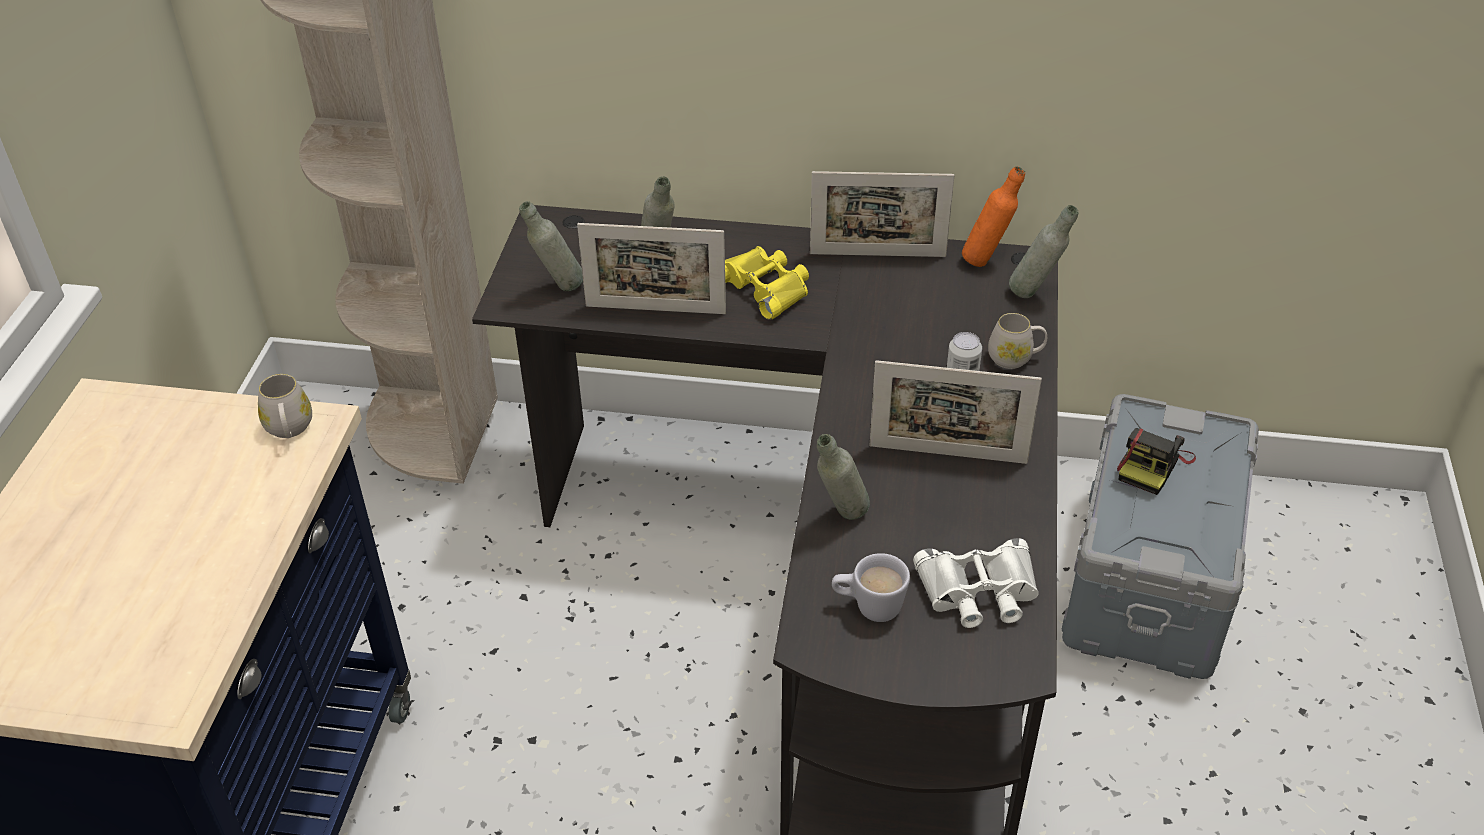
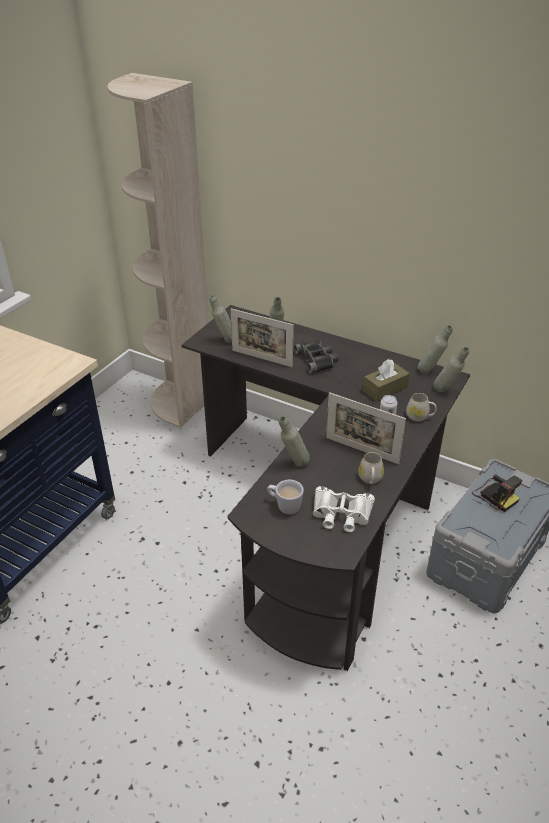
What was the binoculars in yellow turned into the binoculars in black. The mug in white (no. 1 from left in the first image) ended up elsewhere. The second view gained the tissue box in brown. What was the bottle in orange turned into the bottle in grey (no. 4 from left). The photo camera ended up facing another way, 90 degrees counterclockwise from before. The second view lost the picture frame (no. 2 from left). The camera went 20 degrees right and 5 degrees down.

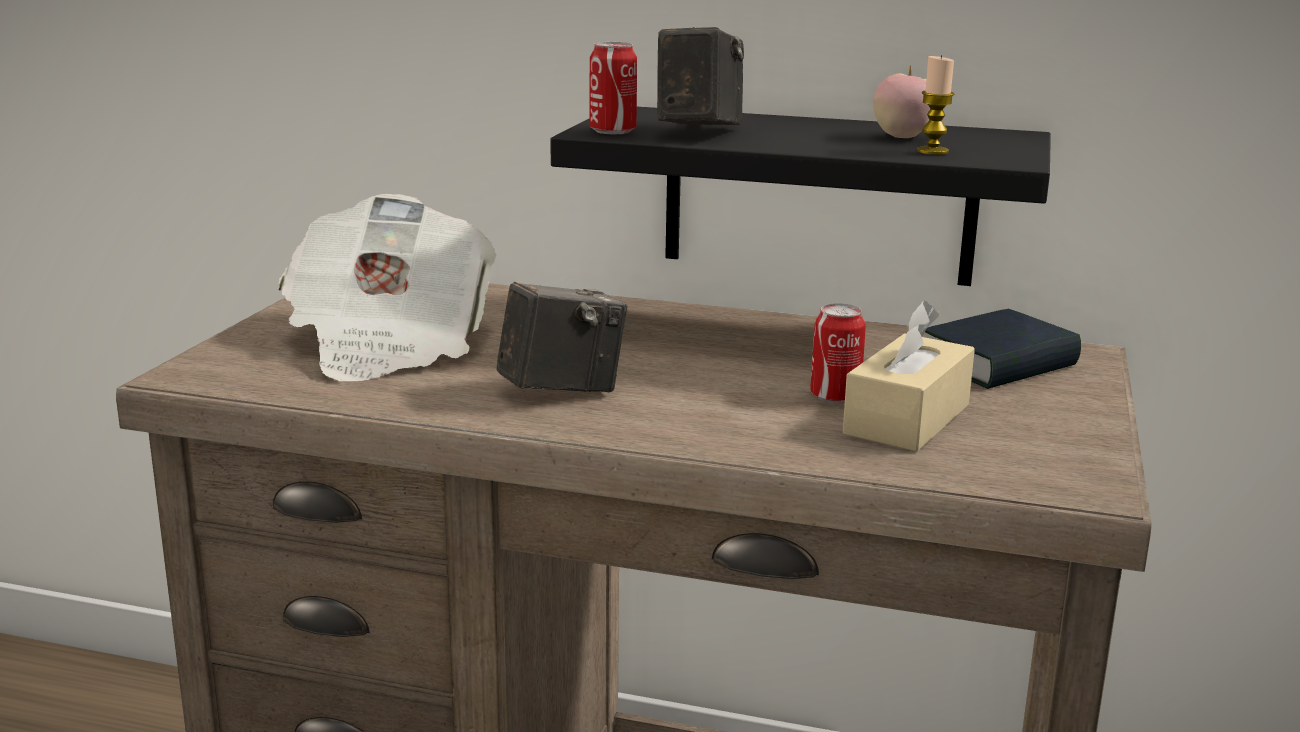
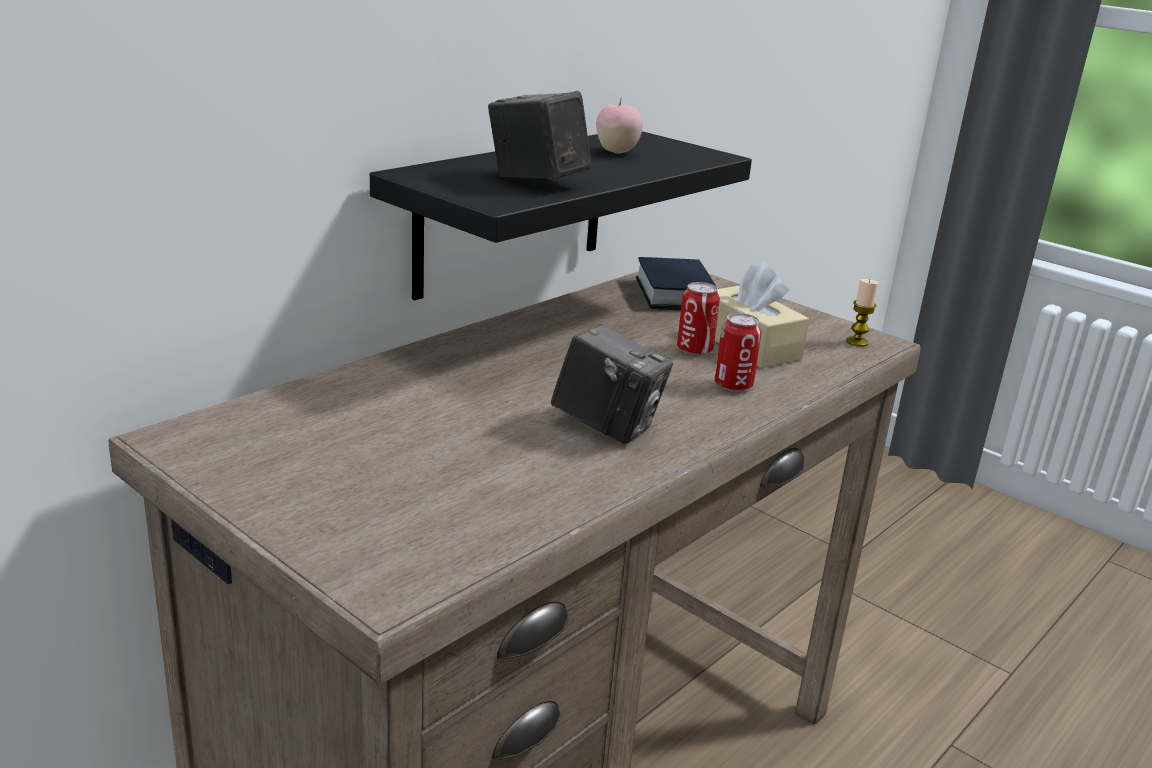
The photo camera (no. 1 from left in the first image) ended up facing another way, 120 degrees clockwise from before. The can (no. 1 from left in the first image) ended up elsewhere. The candle ended up elsewhere. The second view lost the newspaper. The camera went 65 degrees left and 5 degrees up.

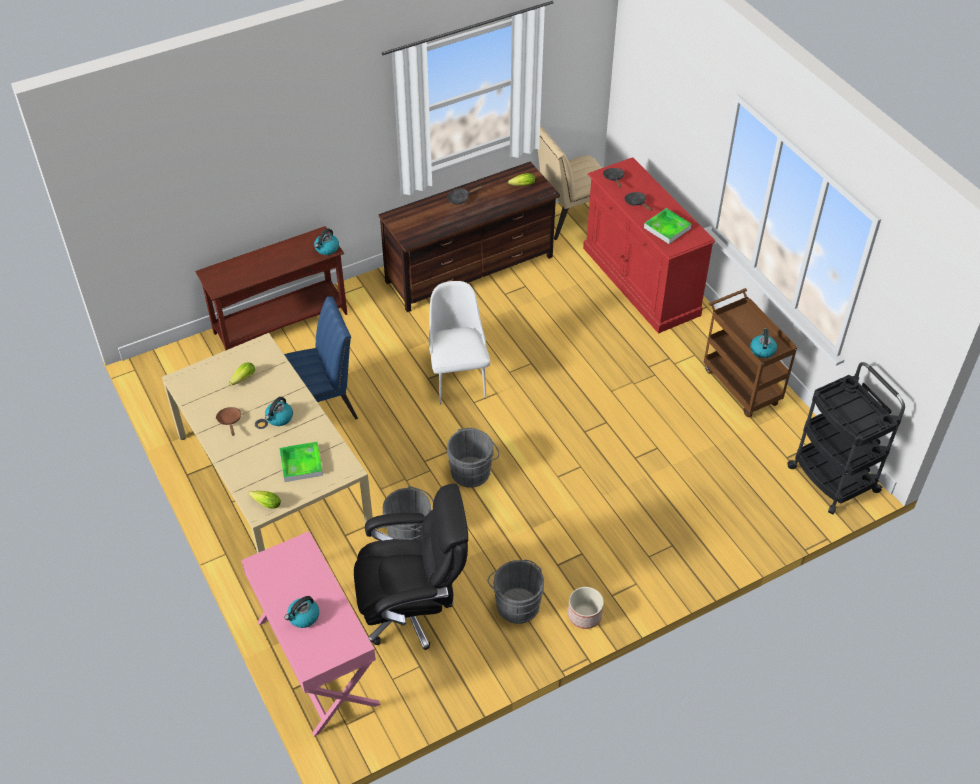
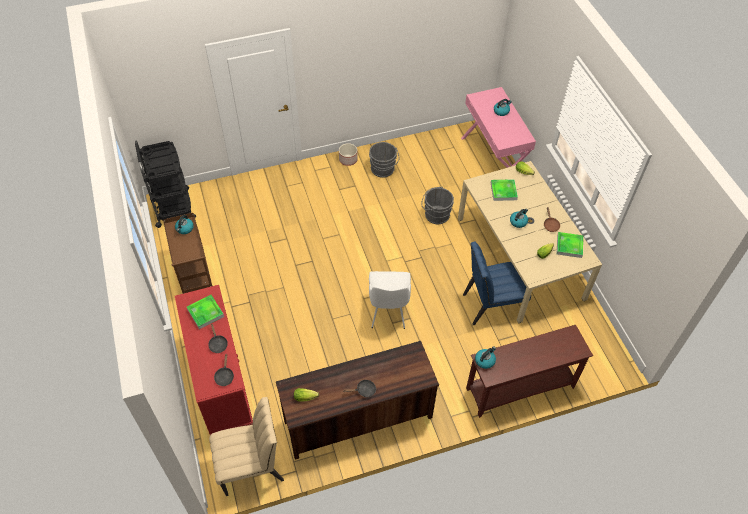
The second view gained the tray (no. 3 from left). The second view lost the office chair in black. The second view lost the bucket in grey (no. 2 from left). The camera went 170 degrees left and 5 degrees up.

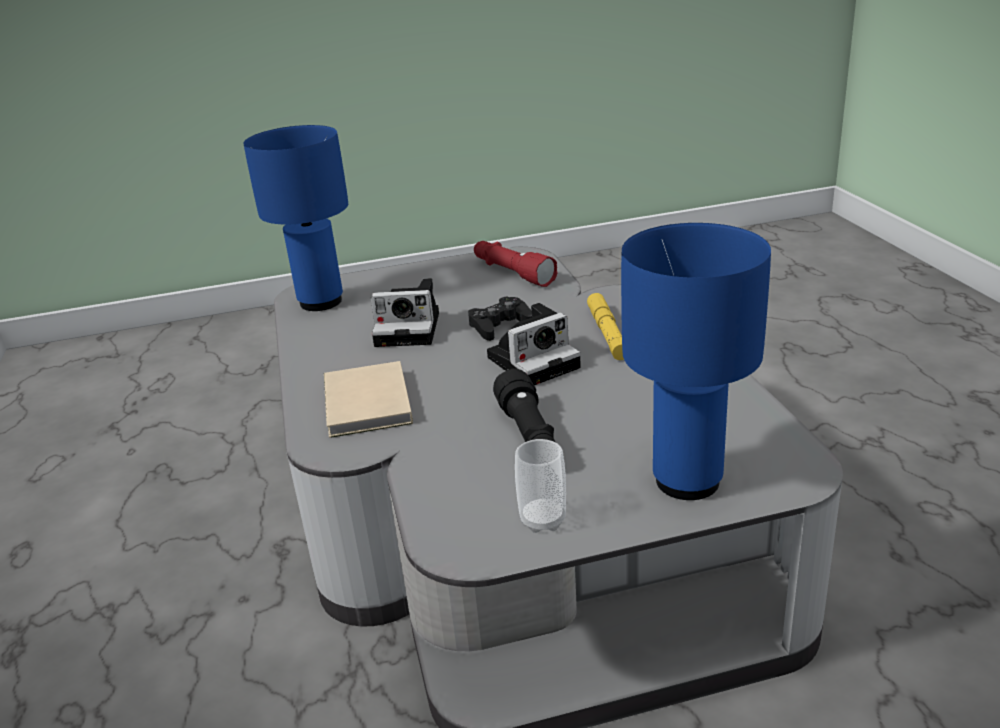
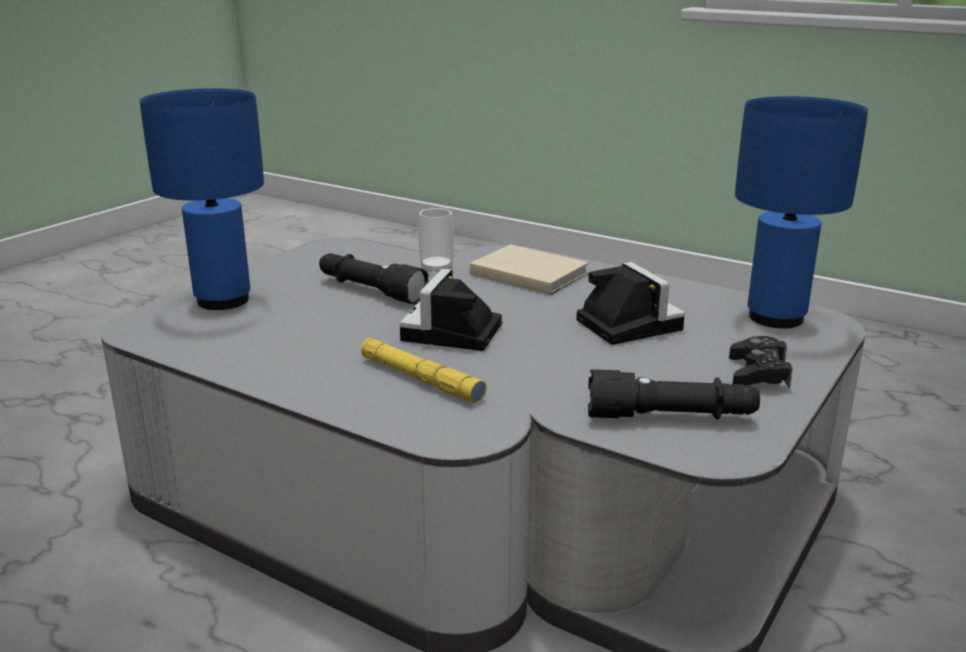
The cup ended up elsewhere. The photo camera (no. 1 from left in the first image) ended up facing another way, 105 degrees clockwise from before. What was the flashlight in red turned into the flashlight in black (no. 2 from left). The game controller in black ended up elsewhere. The camera went 135 degrees right and 5 degrees down.

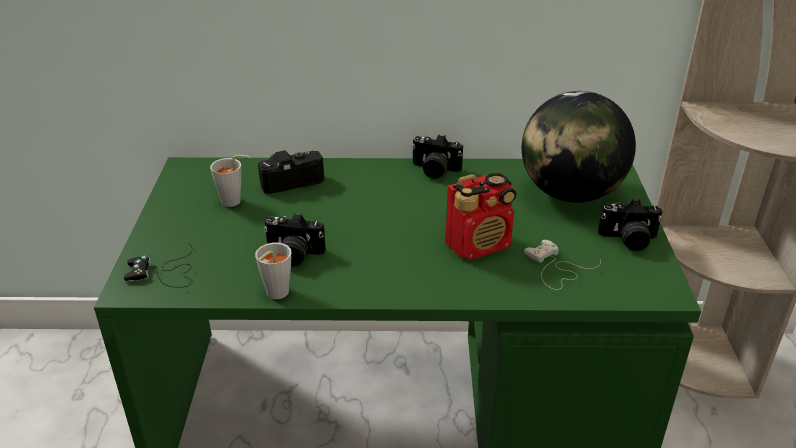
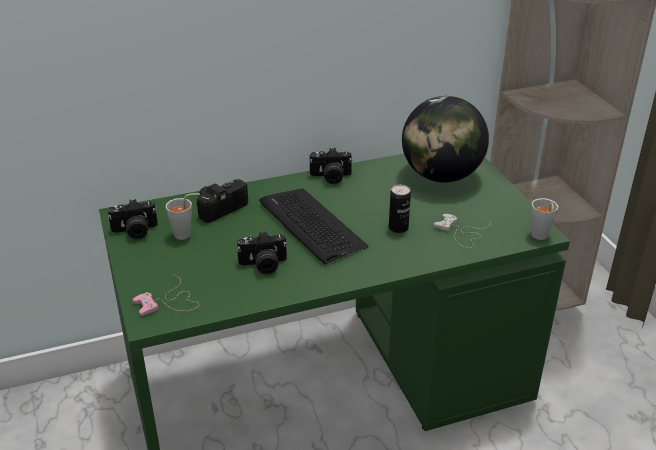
The photo camera (no. 4 from left in the first image) ended up elsewhere. What was the game controller in black turned into the game controller in pink. The second view gained the keyboard. Where the radio stood, the can came to stand. The cup in grey (no. 2 from left) ended up elsewhere. The camera went 20 degrees left and 0 degrees up.

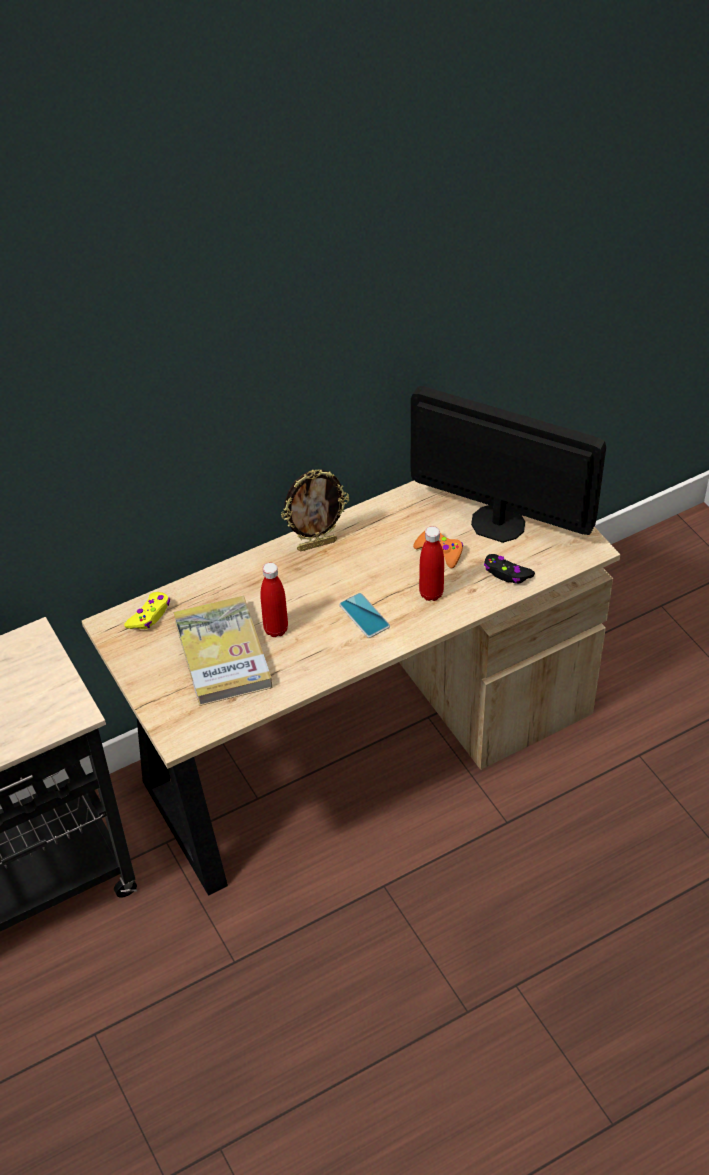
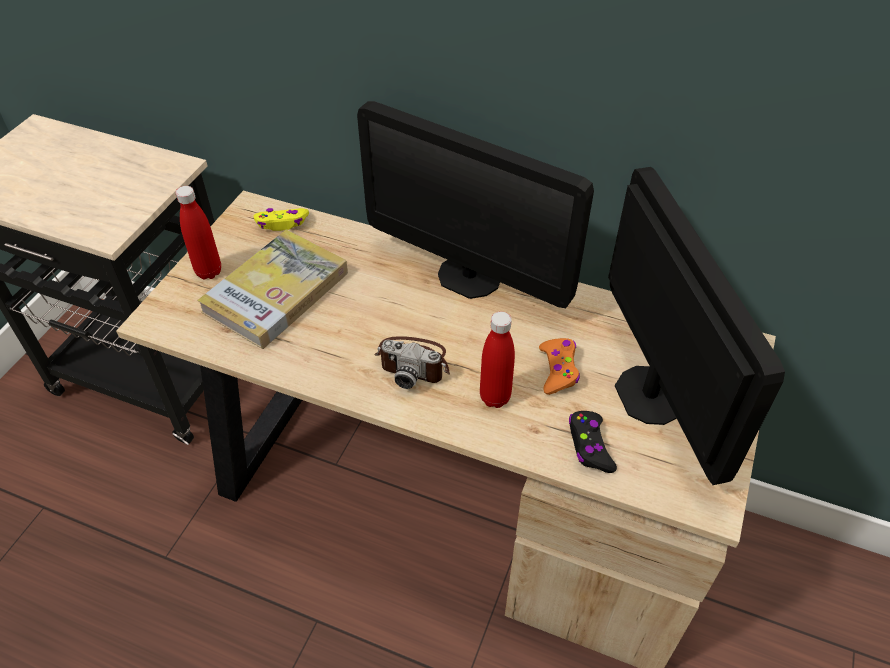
The bottle in red (no. 1 from left) ended up elsewhere. Where the picture frame stood, the monitor (no. 1 from left) came to stand. Where the phone stood, the photo camera came to stand. The camera went 50 degrees right and 0 degrees up.

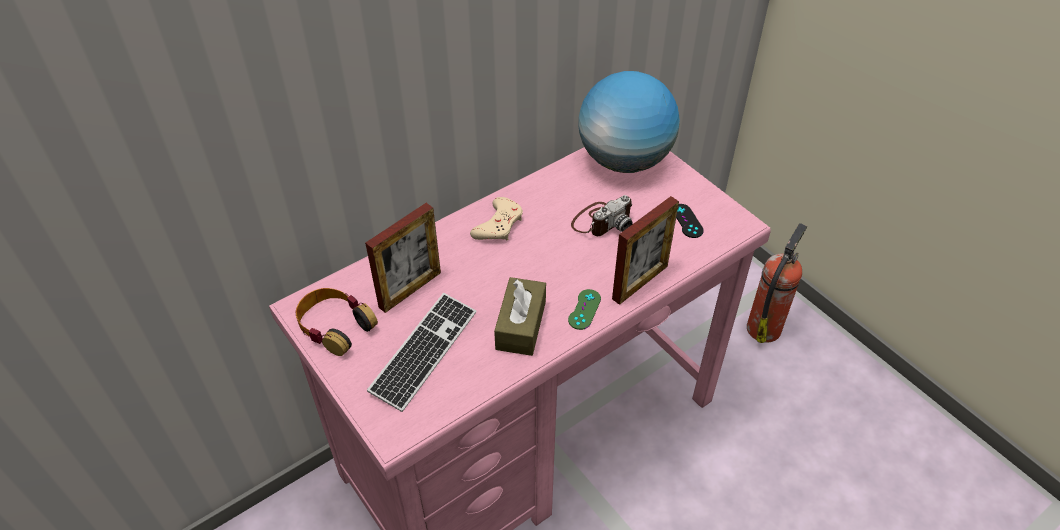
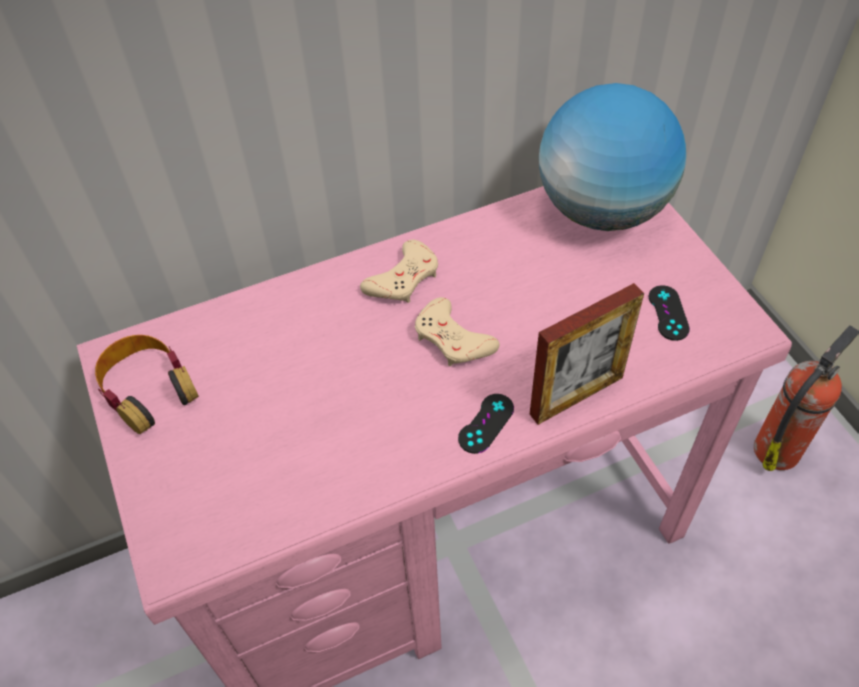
The second view gained the game controller in beige (no. 2 from left). What was the game controller in green turned into the game controller in black (no. 1 from left). The second view lost the picture frame (no. 1 from left). The second view lost the keyboard. The second view lost the tissue box in brown. The second view lost the photo camera. The camera went 15 degrees right and 5 degrees up.

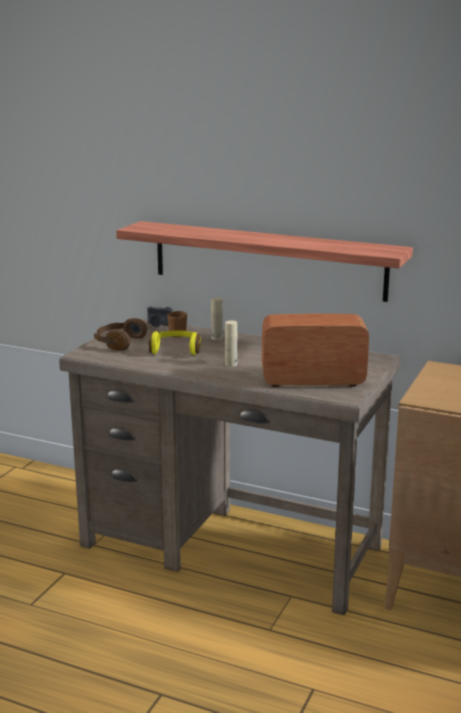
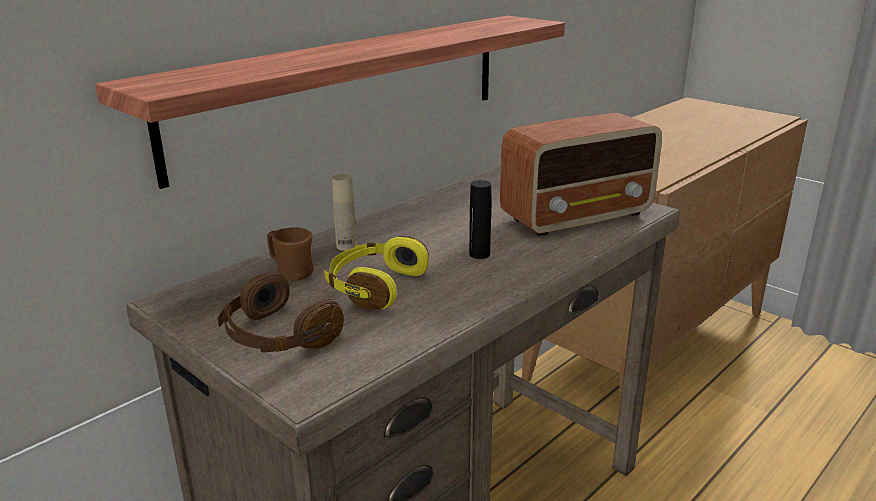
What was the bottle in beige (no. 2 from left) turned into the bottle in black. The radio ended up facing another way, 135 degrees counterclockwise from before. The second view lost the photo camera. The camera went 70 degrees left and 5 degrees up.

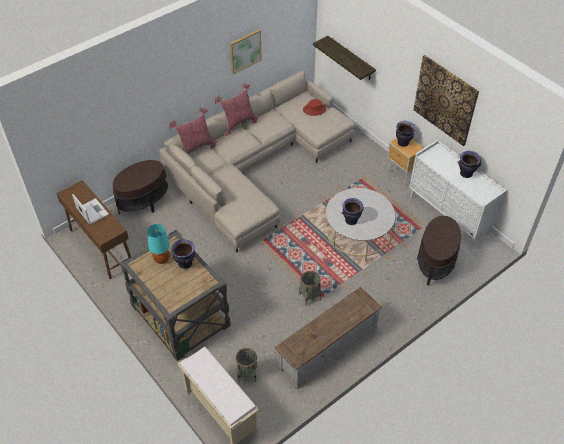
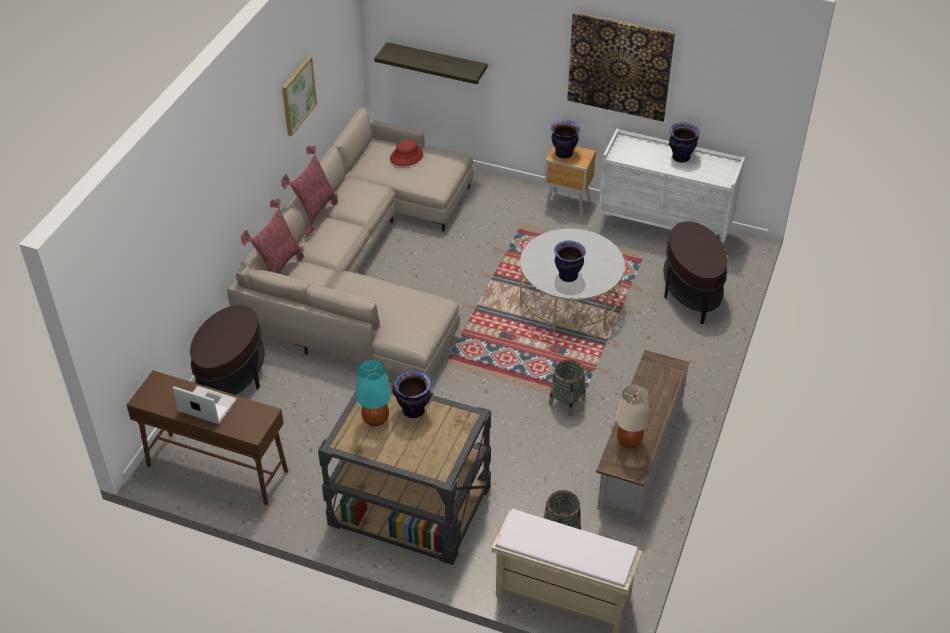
The second view gained the table lamp in beige. The camera went 30 degrees left and 5 degrees down.

